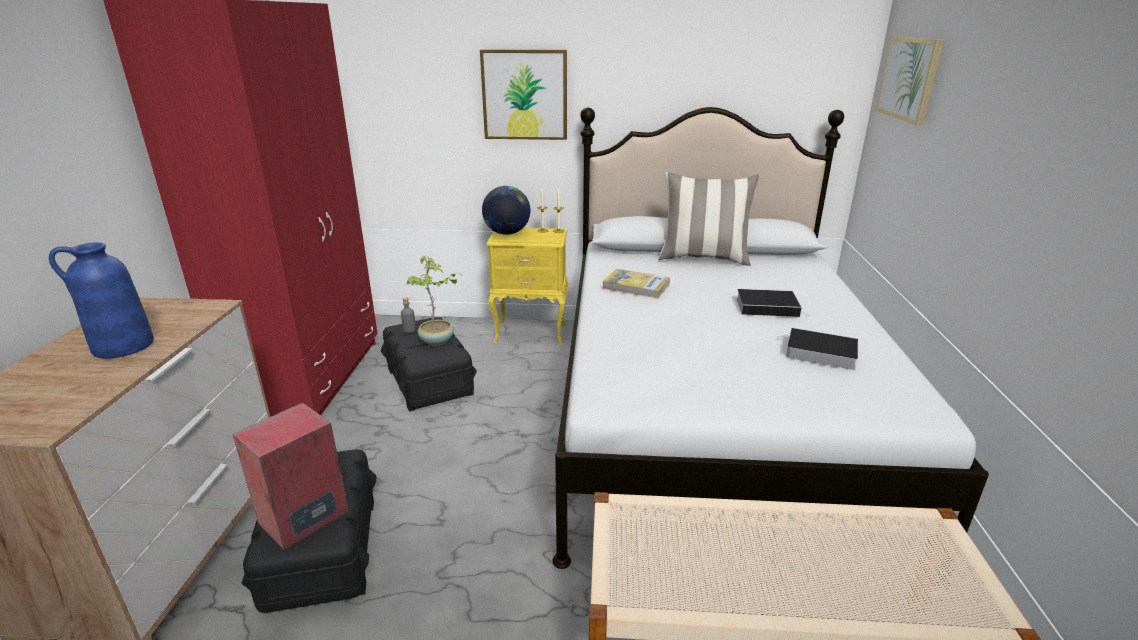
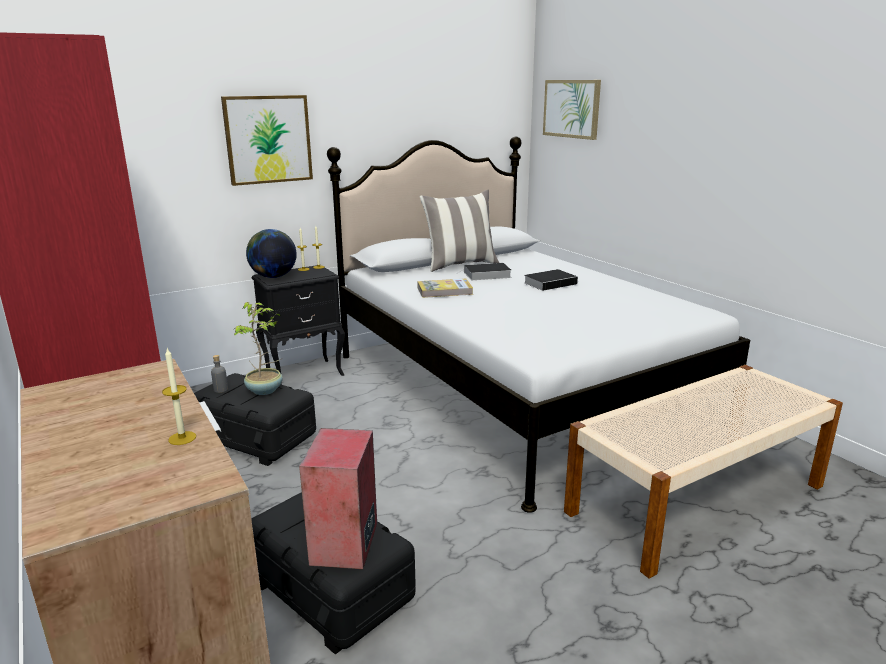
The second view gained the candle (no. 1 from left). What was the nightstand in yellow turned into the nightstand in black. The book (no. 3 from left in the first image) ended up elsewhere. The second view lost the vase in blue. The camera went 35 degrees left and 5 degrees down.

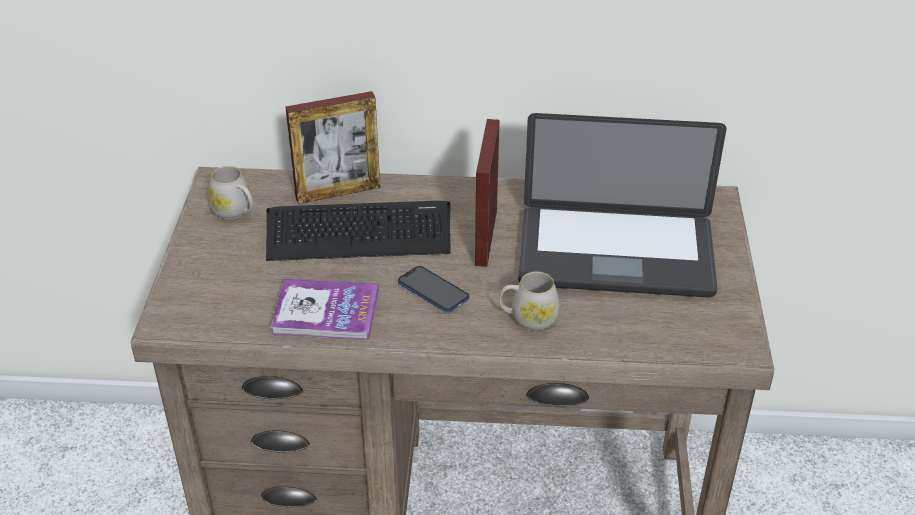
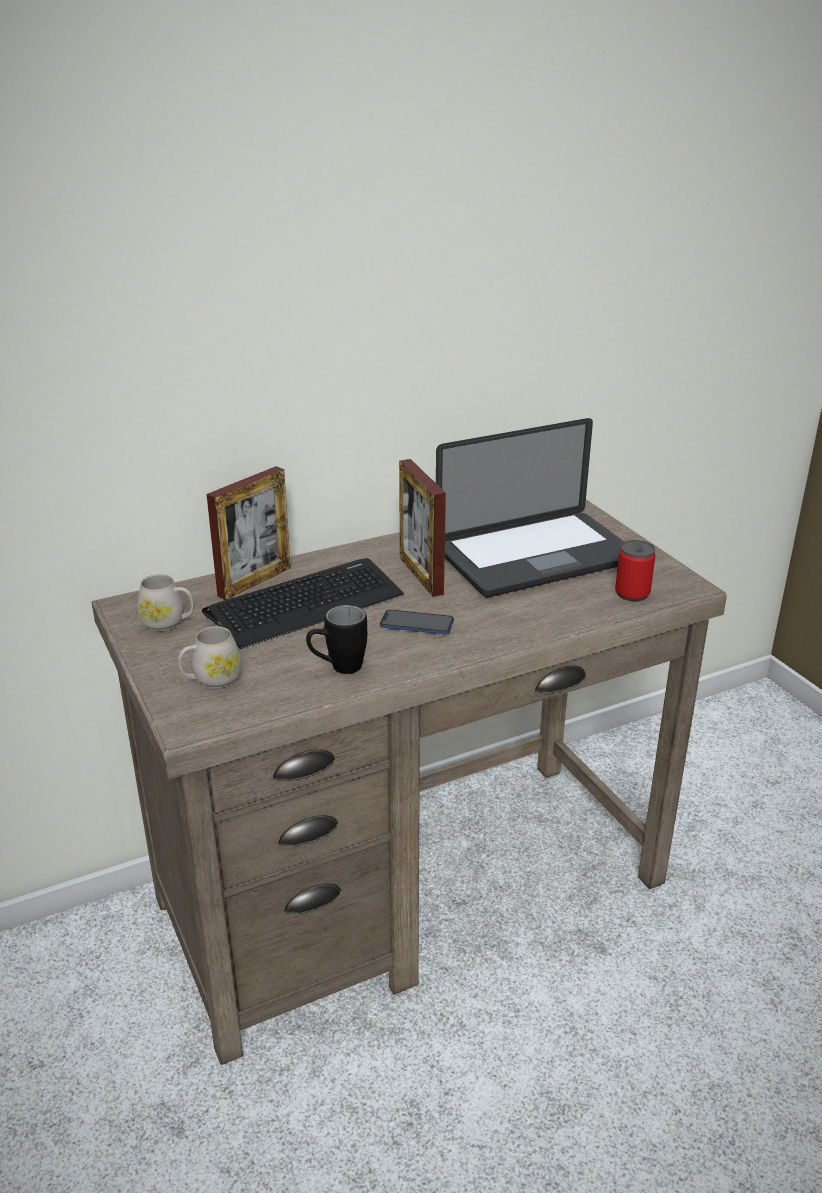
The mug in white (no. 2 from left) ended up elsewhere. Where the book stood, the mug in black came to stand. The second view gained the can. The camera went 30 degrees left and 10 degrees down.

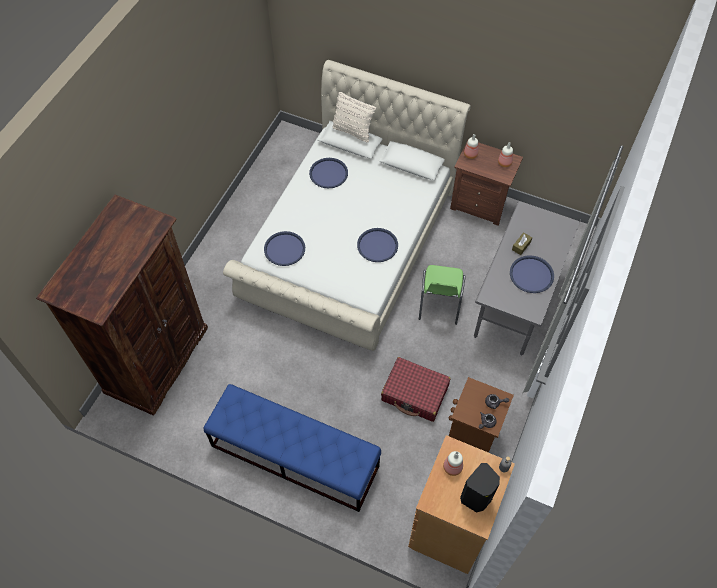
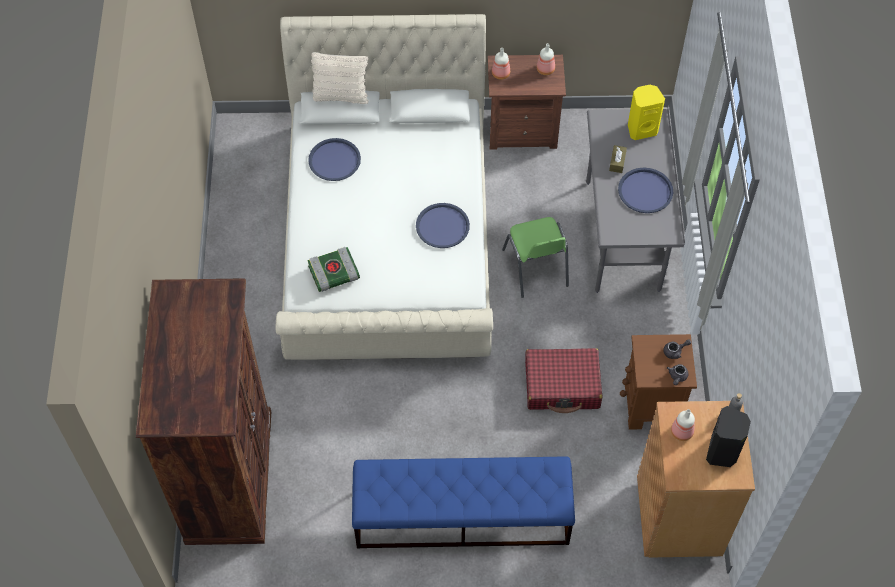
Where the tray in blue (no. 1 from left) stood, the book came to stand. The second view gained the speaker in yellow. The camera went 25 degrees left and 0 degrees up.

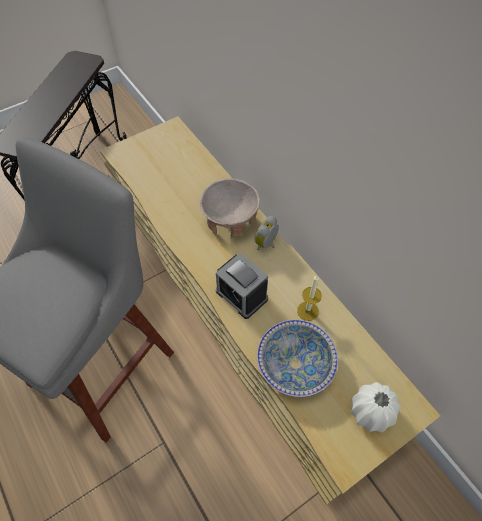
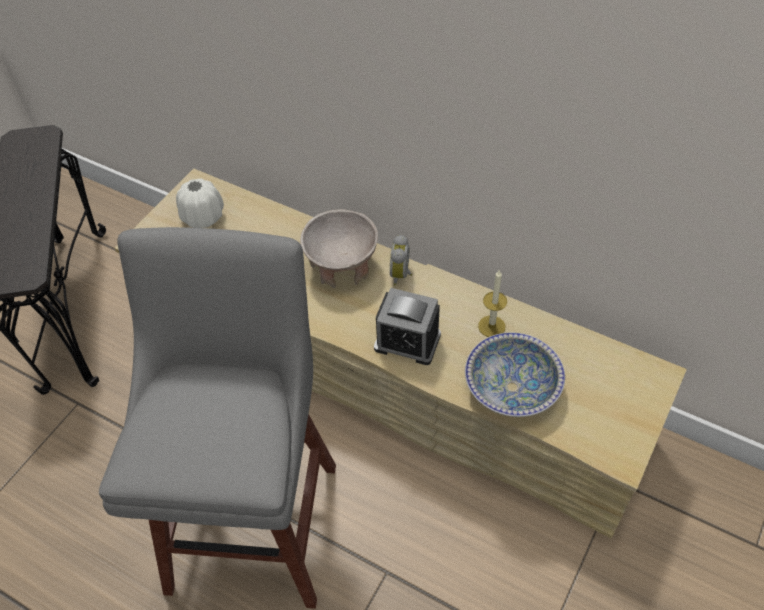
The vase in white ended up elsewhere. The camera went 25 degrees left and 5 degrees down.

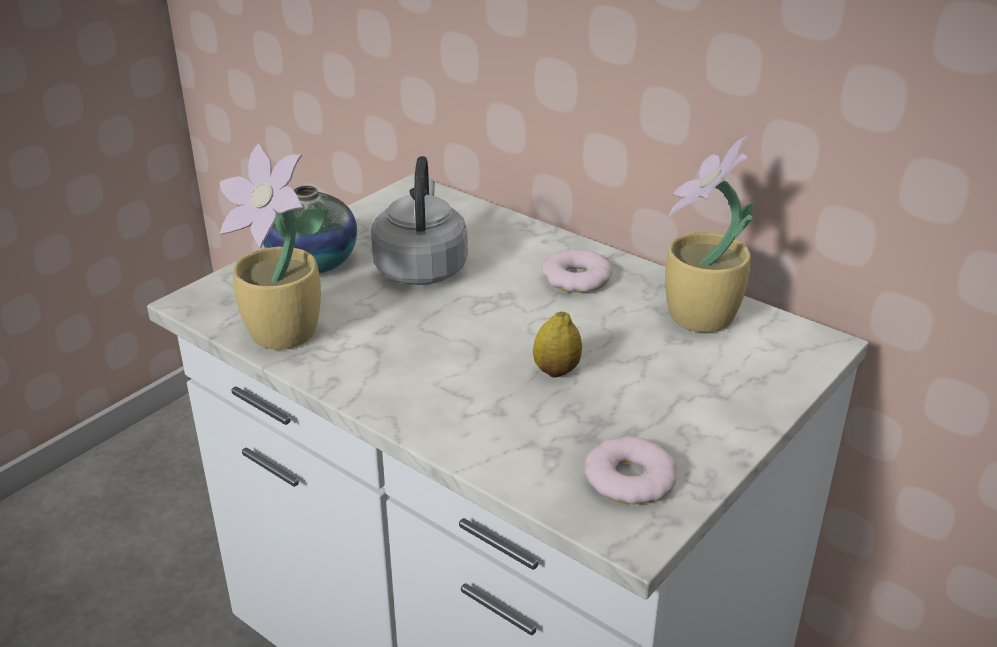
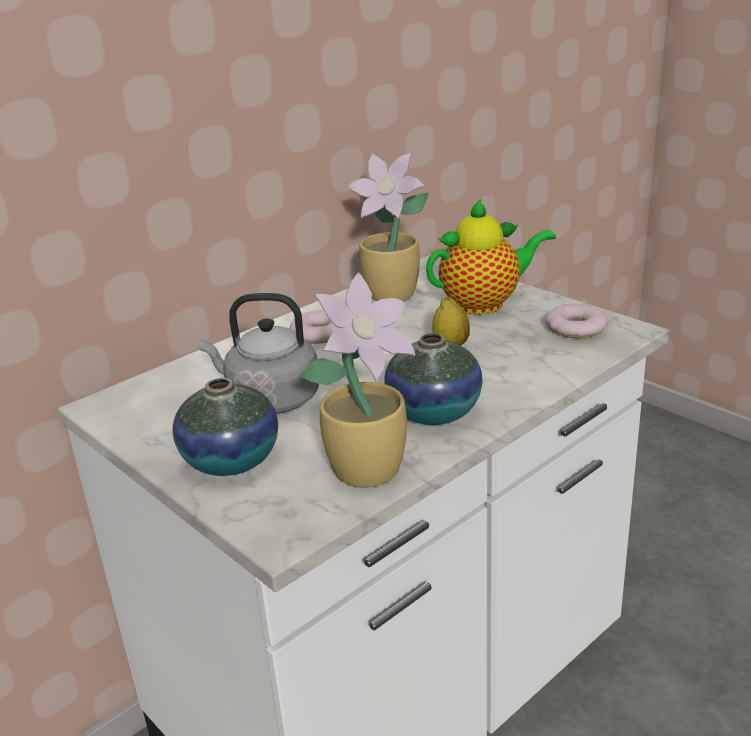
The second view gained the vase (no. 2 from left). The second view gained the teapot. The camera went 80 degrees left and 5 degrees down.

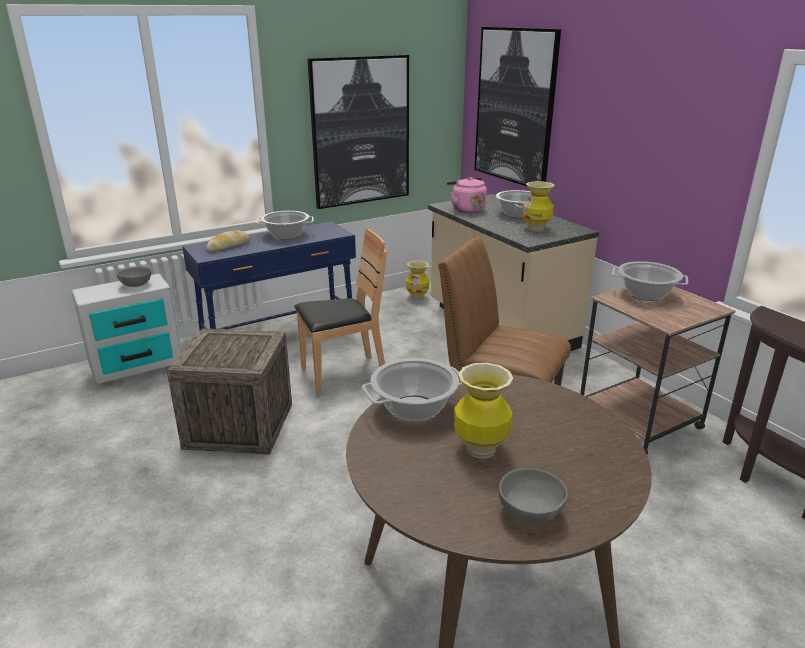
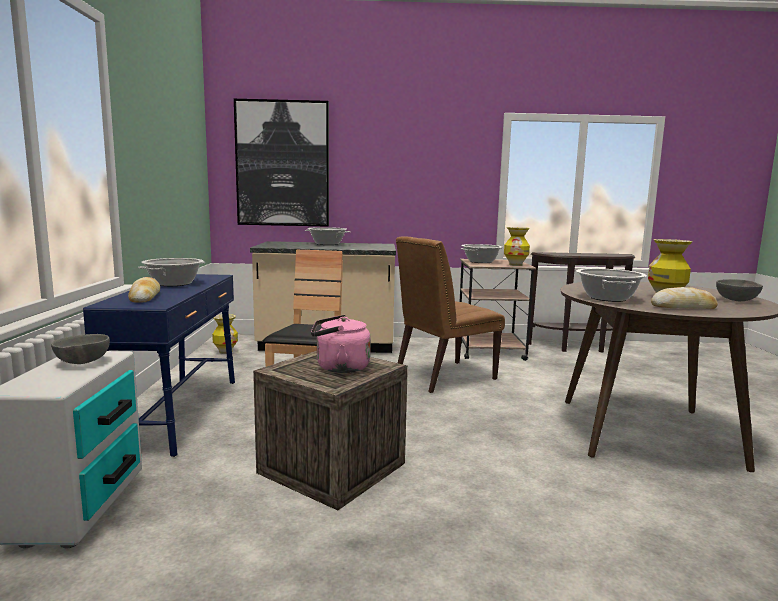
The kettle in pink ended up elsewhere. The vase (no. 3 from left in the first image) ended up elsewhere. The second view gained the bread (no. 2 from left). The second view lost the picture (no. 1 from left). The camera went 60 degrees left and 15 degrees down.

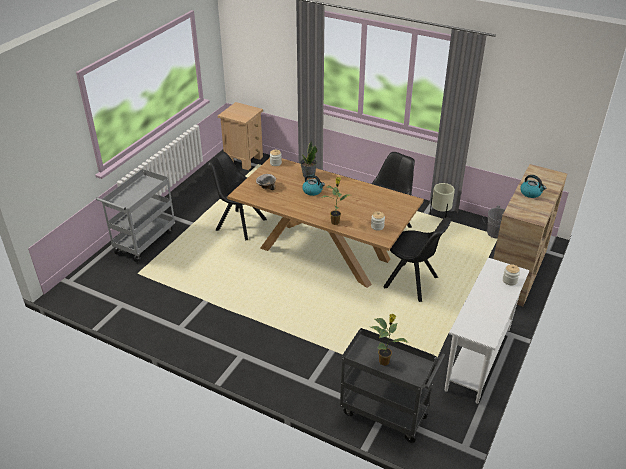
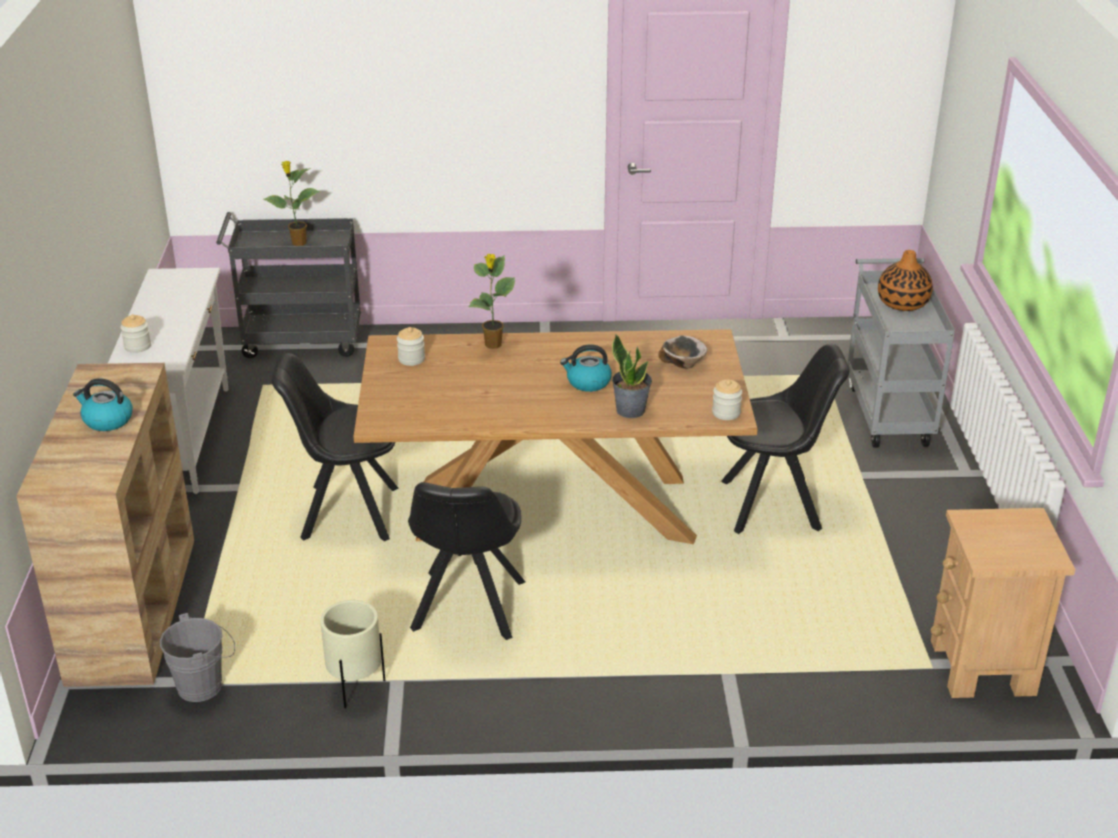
The second view gained the vase. The camera went 150 degrees right and 5 degrees down.

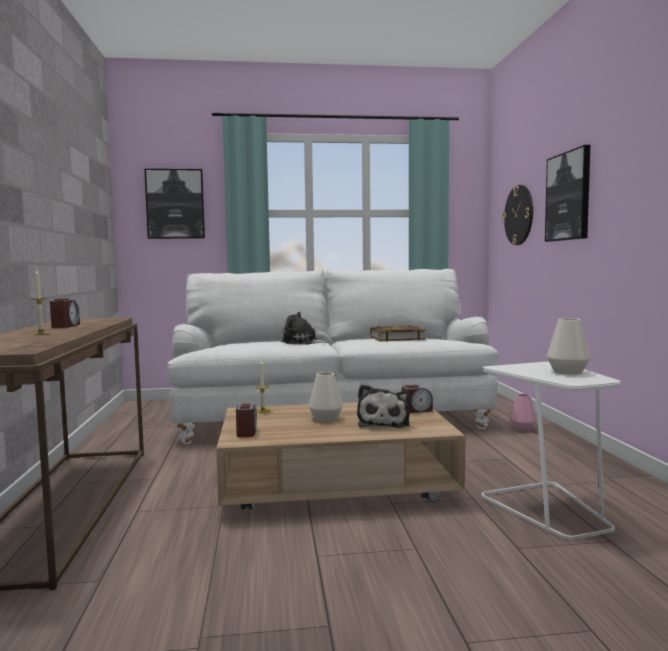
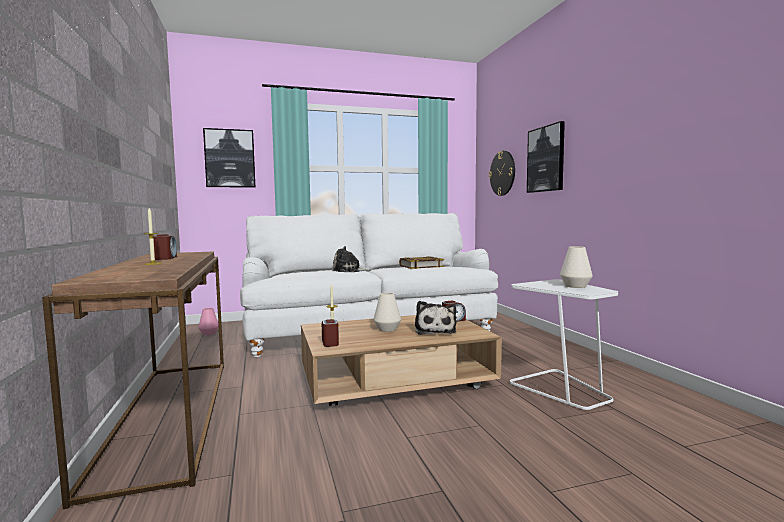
The vase in pink ended up elsewhere. The camera went 10 degrees left and 0 degrees up.

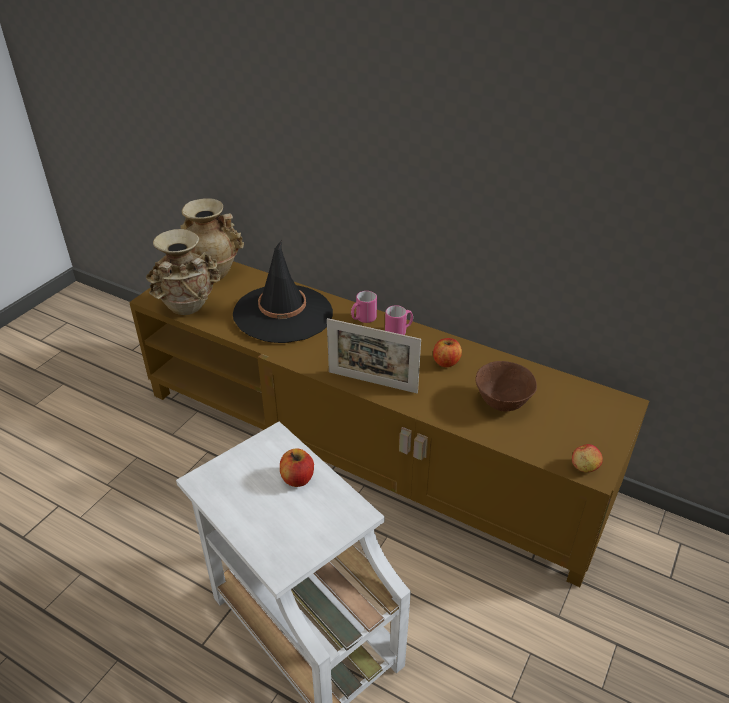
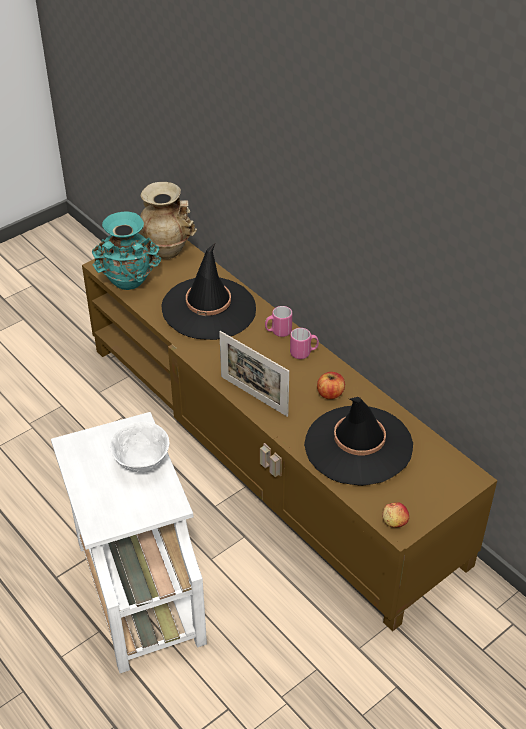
What was the vase in beige (no. 1 from left) turned into the vase in turquoise. Where the apple (no. 1 from left) stood, the bowl in white came to stand. Where the bowl in brown stood, the hat in black (no. 2 from left) came to stand. The camera went 20 degrees right and 5 degrees up.

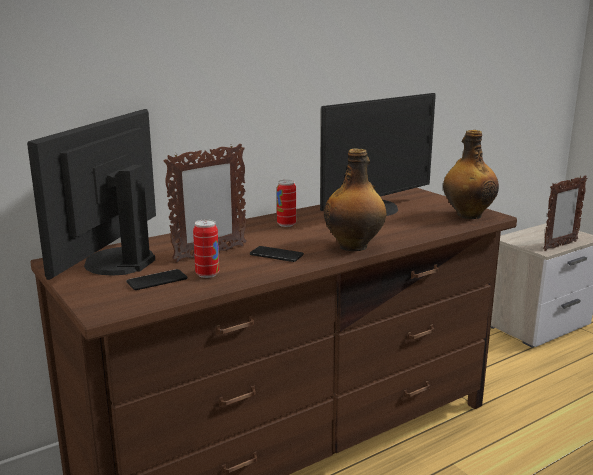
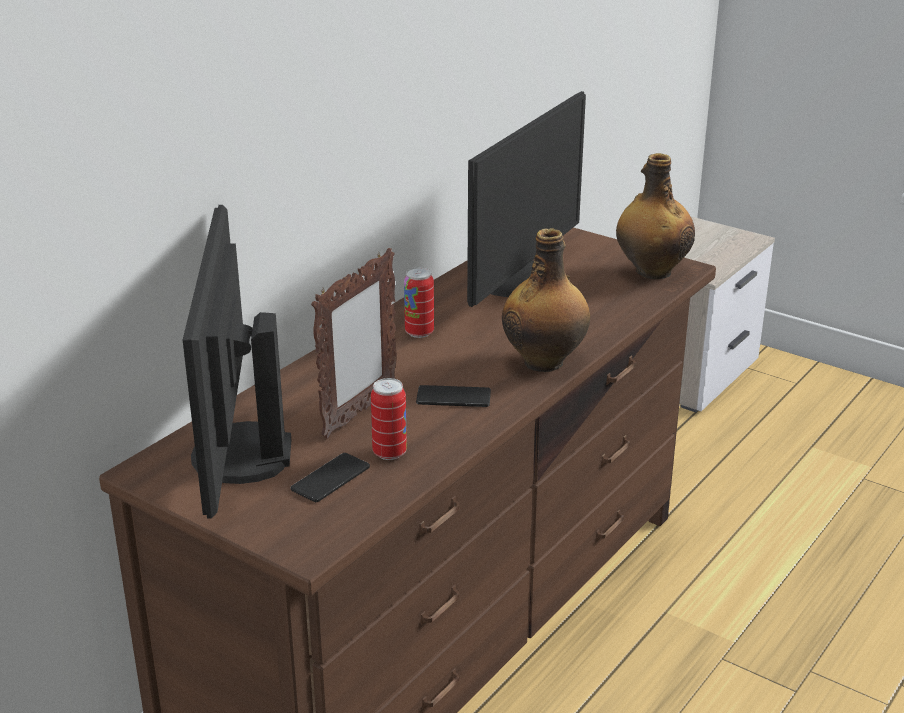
The second view lost the picture frame (no. 2 from left). The camera went 20 degrees left and 10 degrees up.

